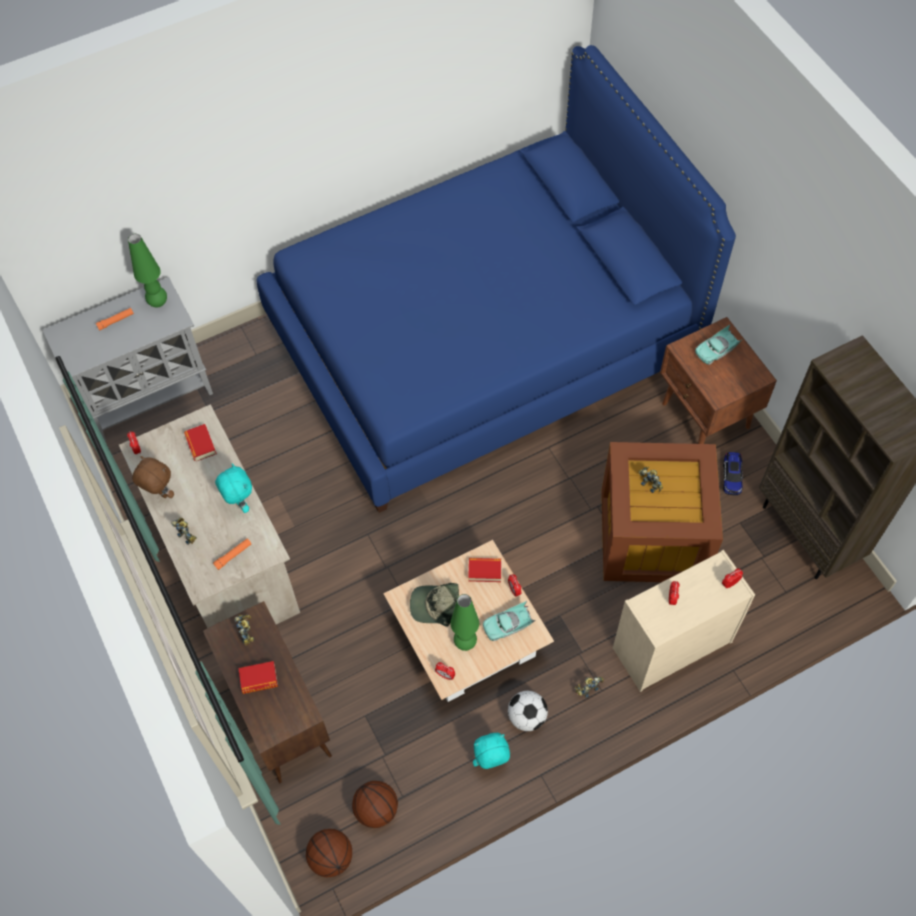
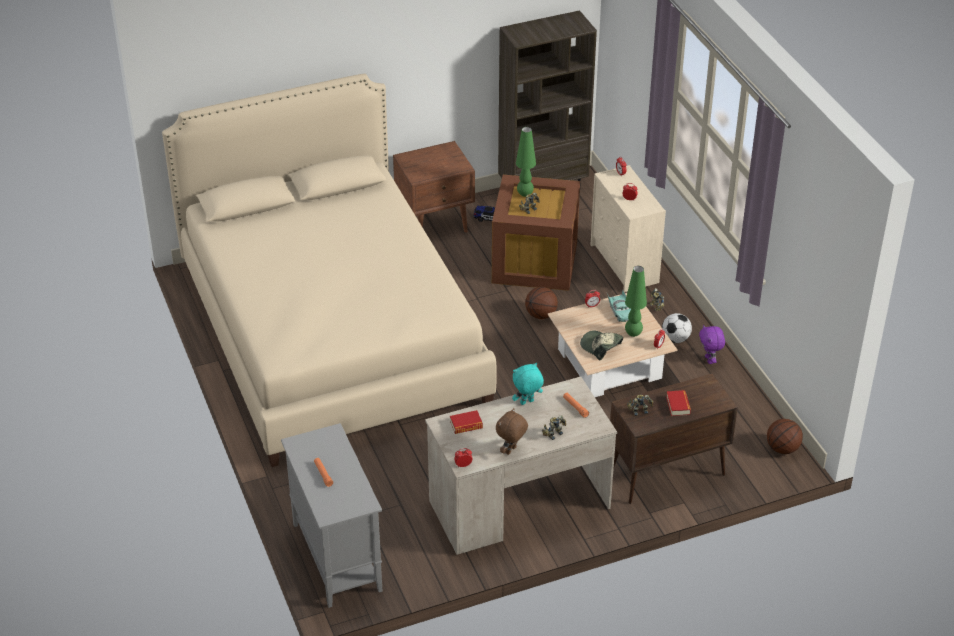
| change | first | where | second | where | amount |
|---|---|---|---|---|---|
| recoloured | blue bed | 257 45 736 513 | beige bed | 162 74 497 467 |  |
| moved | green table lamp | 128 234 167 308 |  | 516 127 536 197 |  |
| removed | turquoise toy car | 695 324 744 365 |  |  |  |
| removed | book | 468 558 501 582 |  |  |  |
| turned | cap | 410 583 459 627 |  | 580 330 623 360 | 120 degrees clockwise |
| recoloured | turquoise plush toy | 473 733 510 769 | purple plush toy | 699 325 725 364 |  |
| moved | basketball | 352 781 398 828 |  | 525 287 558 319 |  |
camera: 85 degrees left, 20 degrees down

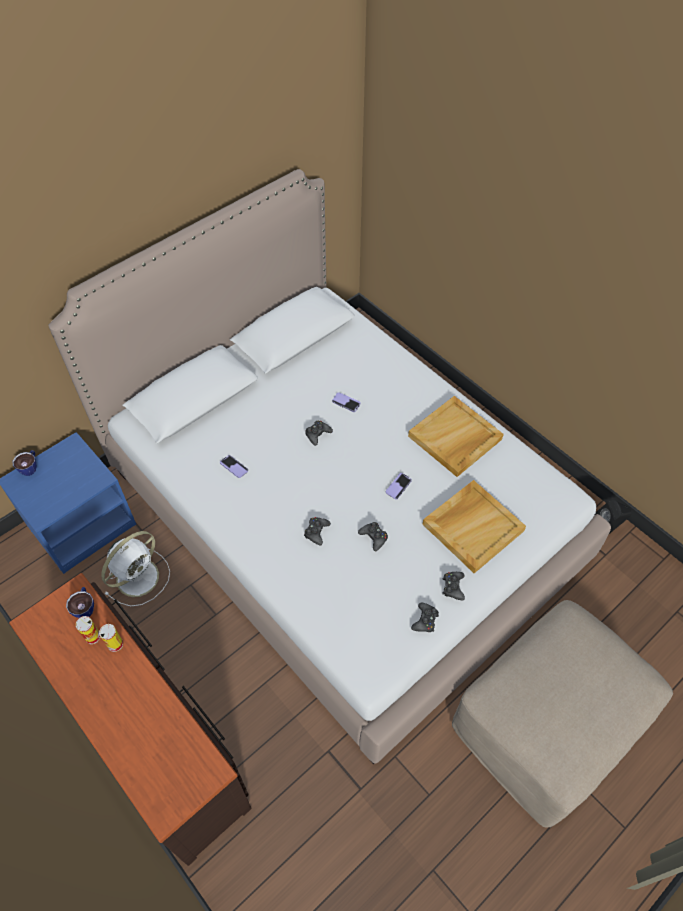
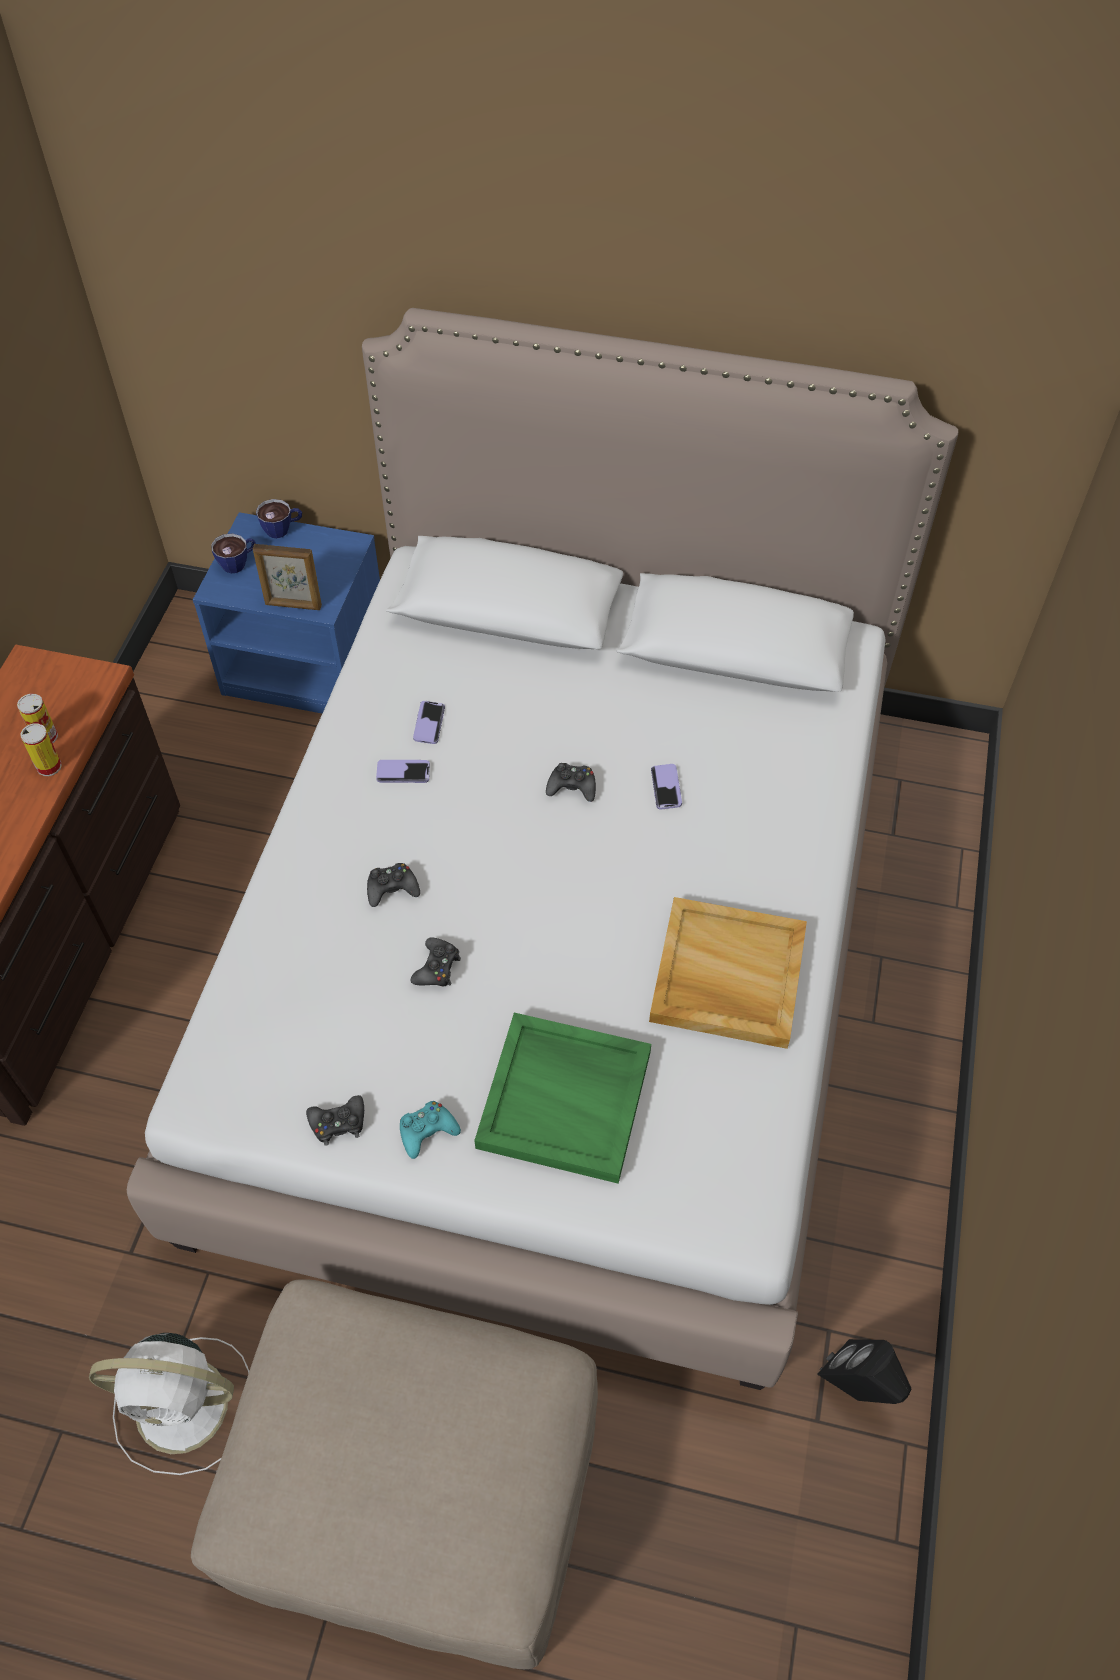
| change | first | where | second | where | amount |
|---|---|---|---|---|---|
| moved | phone | 386 473 412 499 |  | 376 760 430 783 |  |
| recoloured | beige tray | 422 480 526 573 | green tray | 474 1013 651 1184 |  |
| moved | white fan | 101 531 170 606 |  | 89 1333 249 1475 |  |
| recoloured | black game controller | 442 572 465 600 | turquoise game controller | 400 1101 461 1159 |  |
| moved | cup | 66 587 94 618 |  | 211 533 256 573 |  |
| added |  |  | picture frame | 253 544 322 610 |  |
camera: 55 degrees right, 0 degrees up

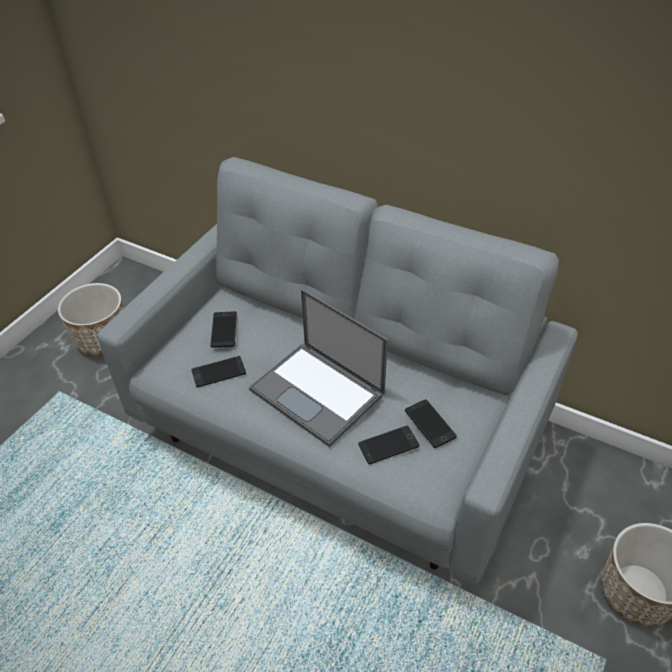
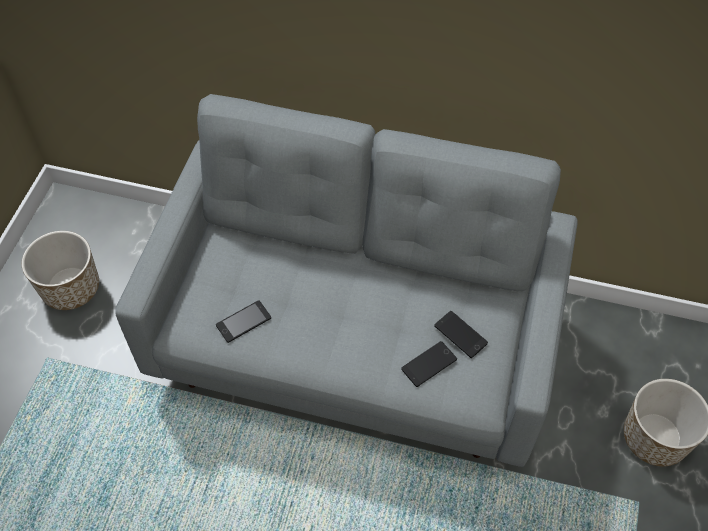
| change | first | where | second | where | amount |
|---|---|---|---|---|---|
| removed | laptop | 249 289 388 447 |  |  |  |
| removed | phone | 211 311 237 348 |  |  |  |
camera: 15 degrees left, 10 degrees up

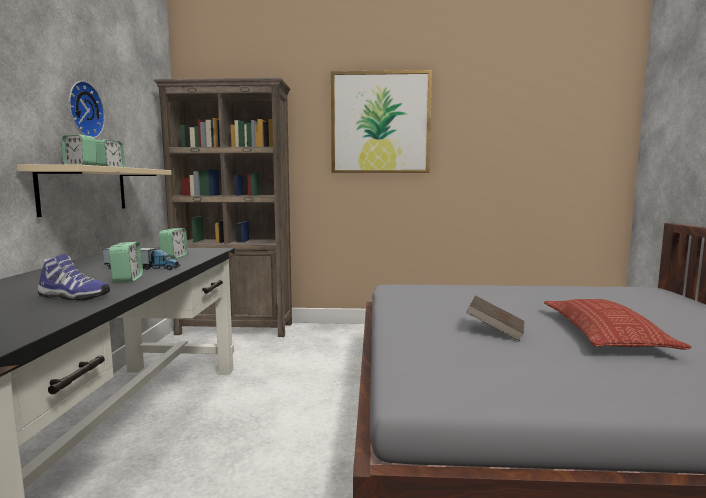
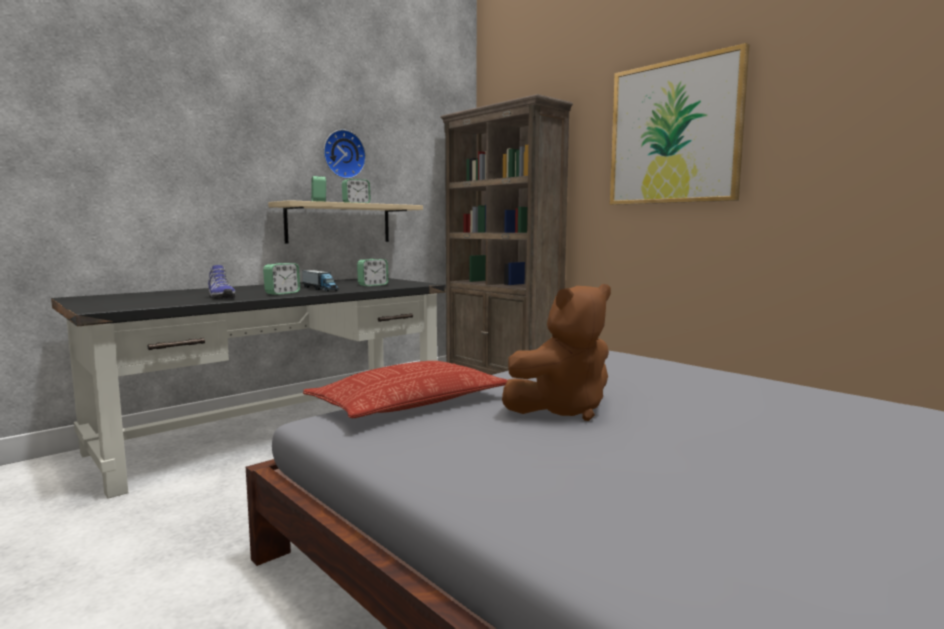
| change | first | where | second | where | amount |
|---|---|---|---|---|---|
| replaced | brown book | 466 296 525 341 | brown plush toy | 502 284 611 421 |  |
| moved | pillow | 544 299 691 350 |  | 303 361 508 418 |  |
camera: 45 degrees right, 0 degrees up

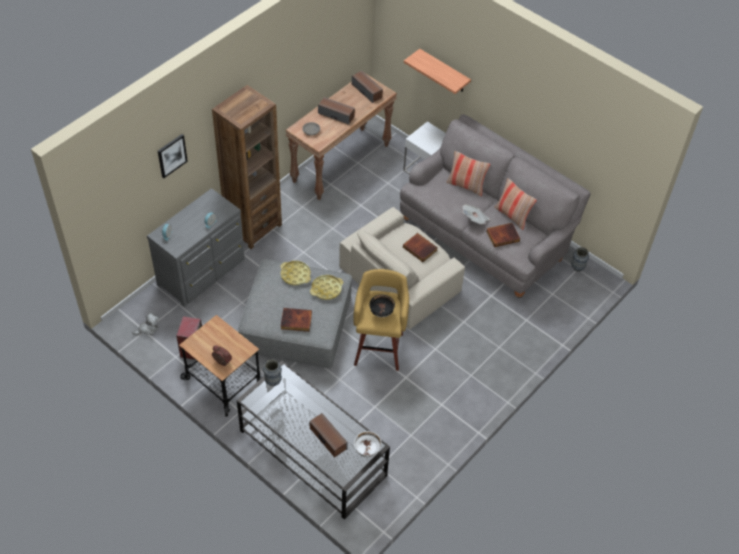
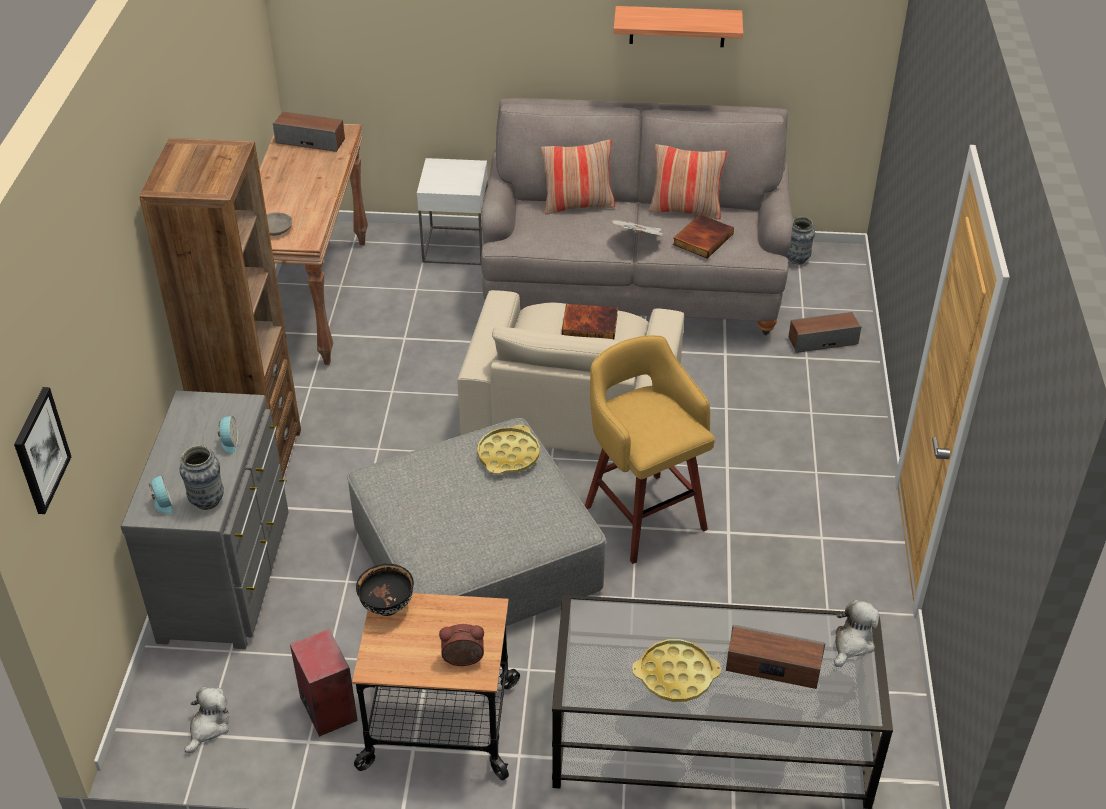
| change | first | where | second | where | amount |
|---|---|---|---|---|---|
| moved | shelf | 404 49 471 94 |  | 613 6 743 47 |  |
| moved | speaker | 318 97 355 125 |  | 789 312 861 353 |  |
| moved | picture | 158 134 188 178 |  | 14 387 71 514 |  |
| moved | yellow tray | 280 261 311 285 |  | 632 639 721 702 |  |
| moved | black bowl | 370 294 395 317 |  | 356 564 414 616 |  |
| removed | book | 280 308 312 332 |  |  |  |
| moved | vase | 263 359 282 386 |  | 179 445 224 510 |  |
| replaced | white bowl | 354 431 381 457 | plush toy | 834 600 880 667 |  |
camera: 35 degrees left, 10 degrees down

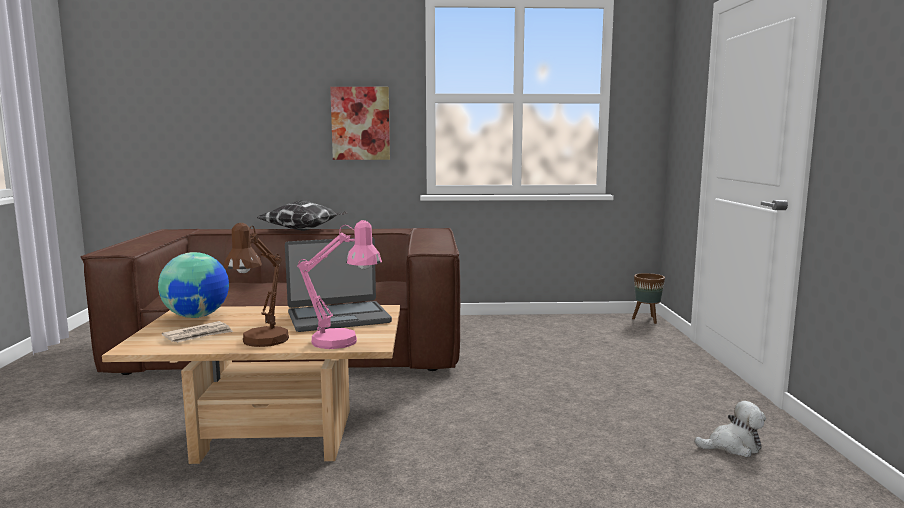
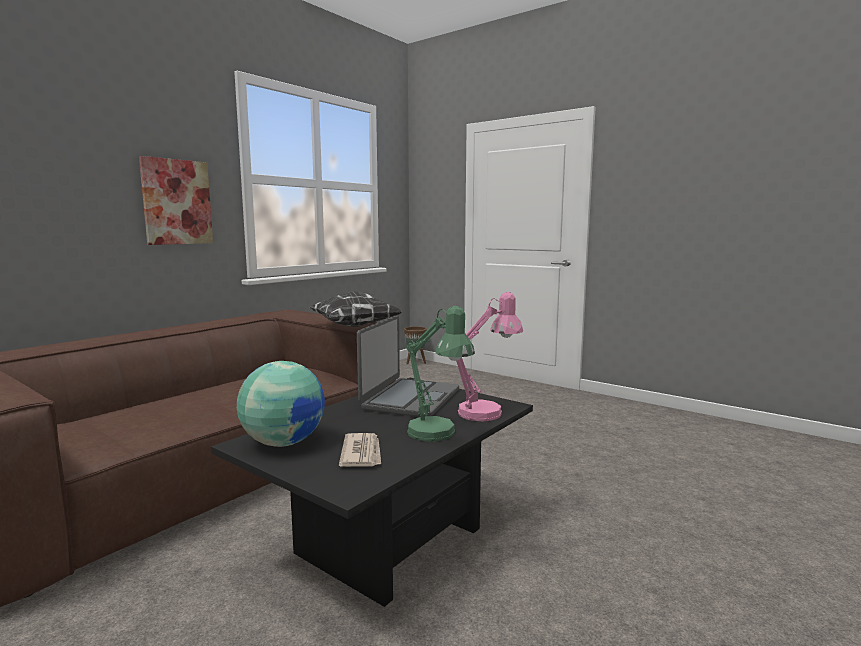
| change | first | where | second | where | amount |
|---|---|---|---|---|---|
| moved | pillow | 256 200 349 231 |  | 310 291 401 327 |  |
| recoloured | brown table lamp | 224 223 289 347 | green table lamp | 406 306 475 442 |  |
| recoloured | beige coffee table | 102 305 400 464 | black coffee table | 211 378 533 607 |  |
| removed | plush toy | 694 401 766 457 |  |  |  |
camera: 50 degrees left, 0 degrees up

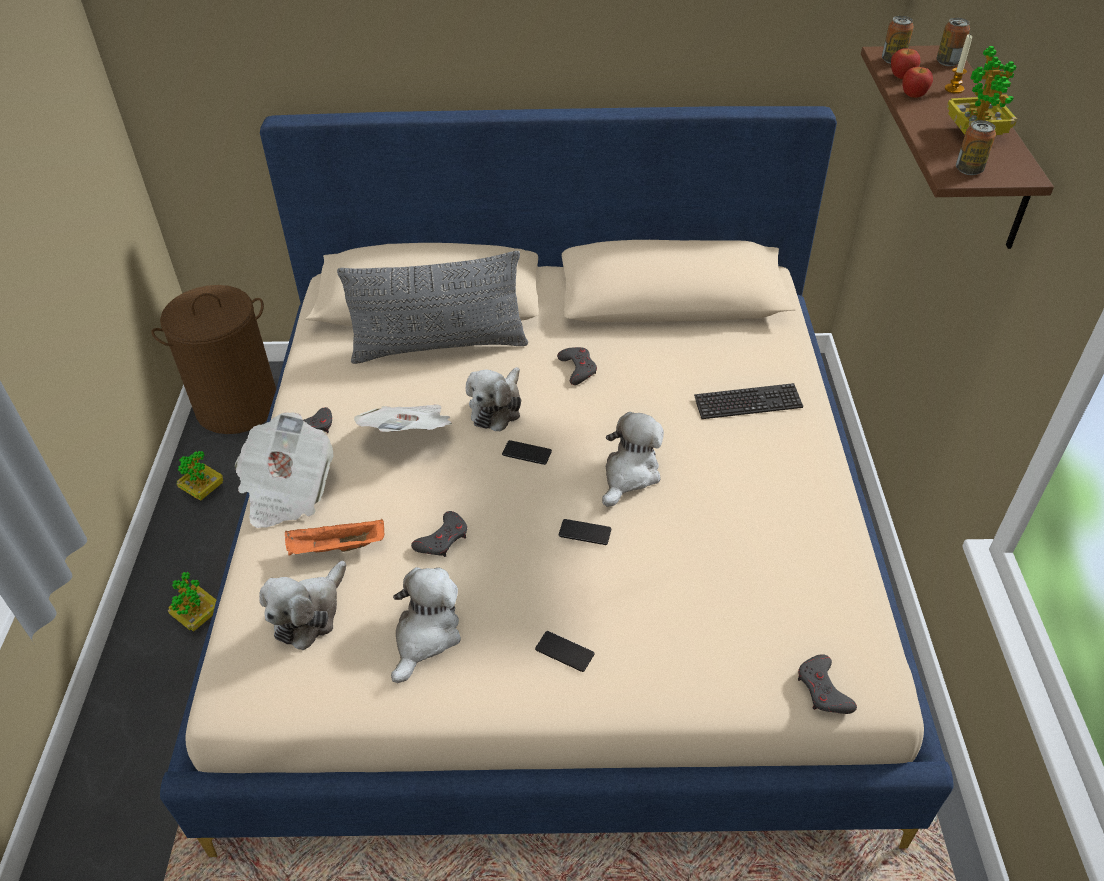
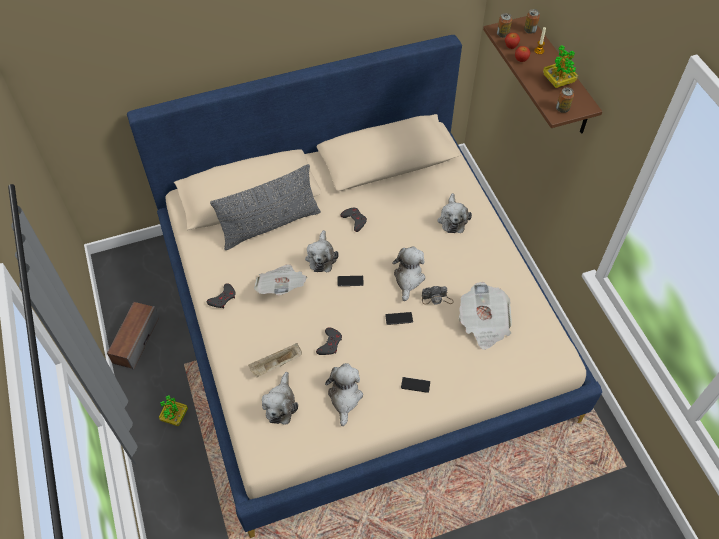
| change | first | where | second | where | amount |
|---|---|---|---|---|---|
| removed | brown laundry basket | 151 285 276 434 |  |  |  |
| replaced | keyboard | 694 383 803 419 | plush toy | 437 193 472 233 |  |
| moved | newspaper | 235 412 334 528 |  | 459 282 512 350 |  |
| replaced | potted plant | 177 451 223 501 | speaker | 107 302 159 370 |  |
| recoloured | orange tray | 285 519 384 555 | beige tray | 248 343 302 377 |  |
| removed | grey game controller | 798 654 857 714 |  |  |  |
| added |  |  | photo camera | 422 286 454 304 |  |
camera: 20 degrees left, 10 degrees up

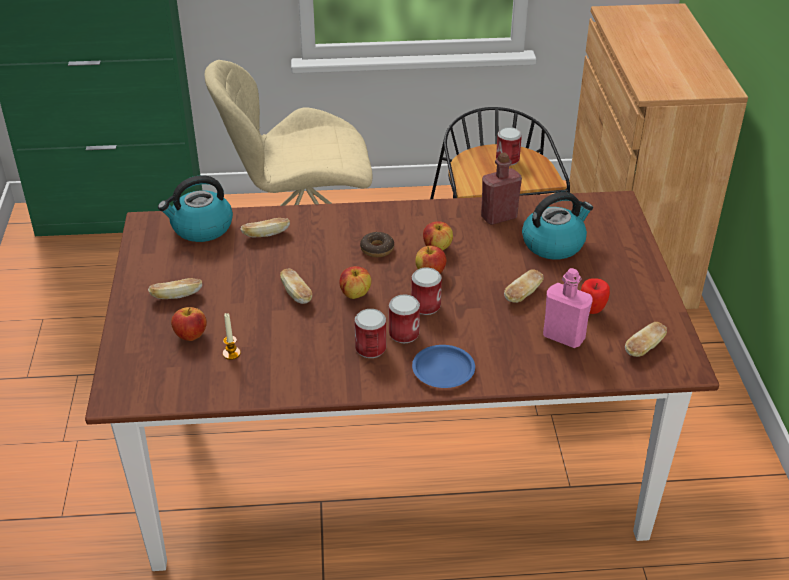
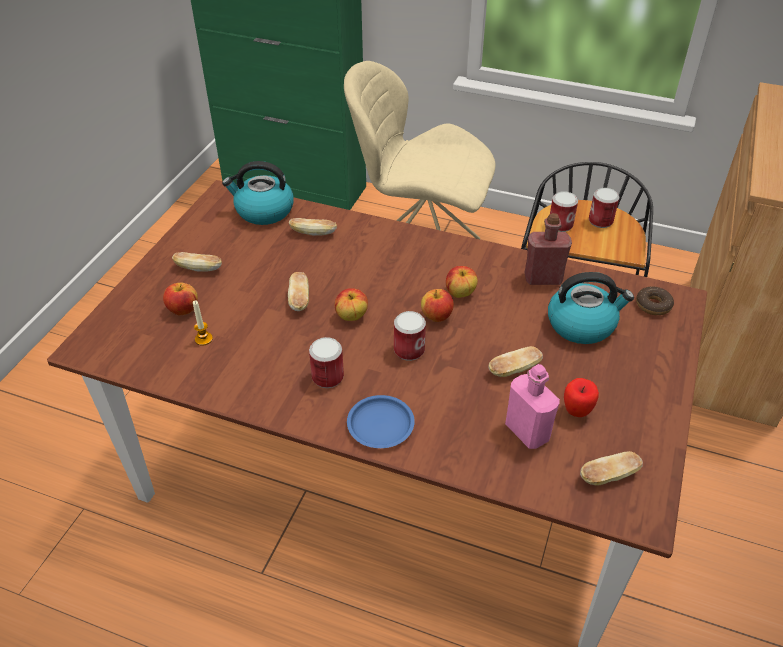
| change | first | where | second | where | amount |
|---|---|---|---|---|---|
| moved | donut | 360 232 394 257 |  | 636 286 674 315 |  |
| moved | can | 389 294 420 343 |  | 550 191 578 232 |  |
camera: 25 degrees right, 5 degrees up

